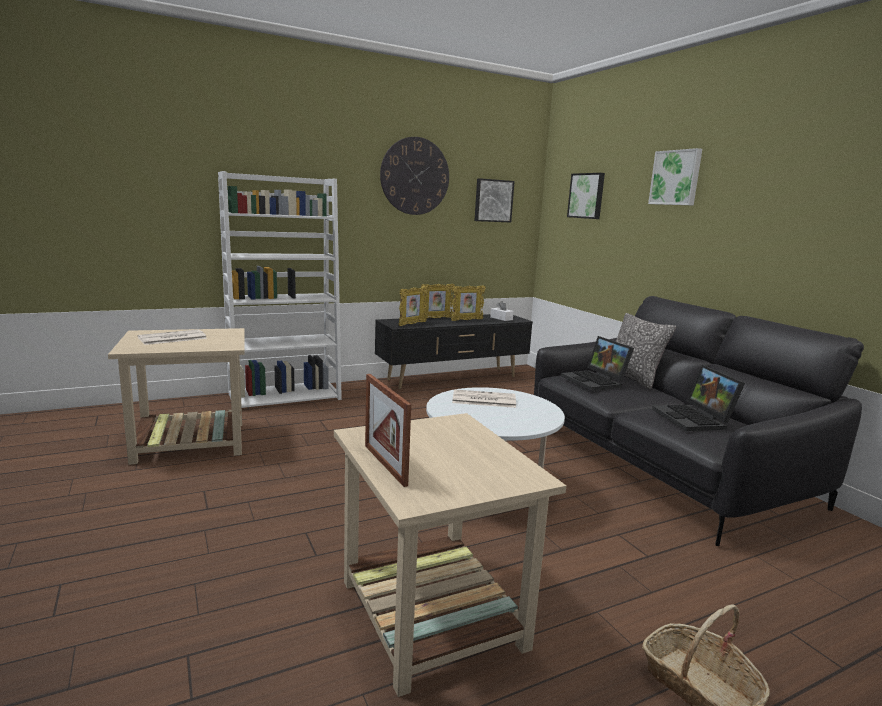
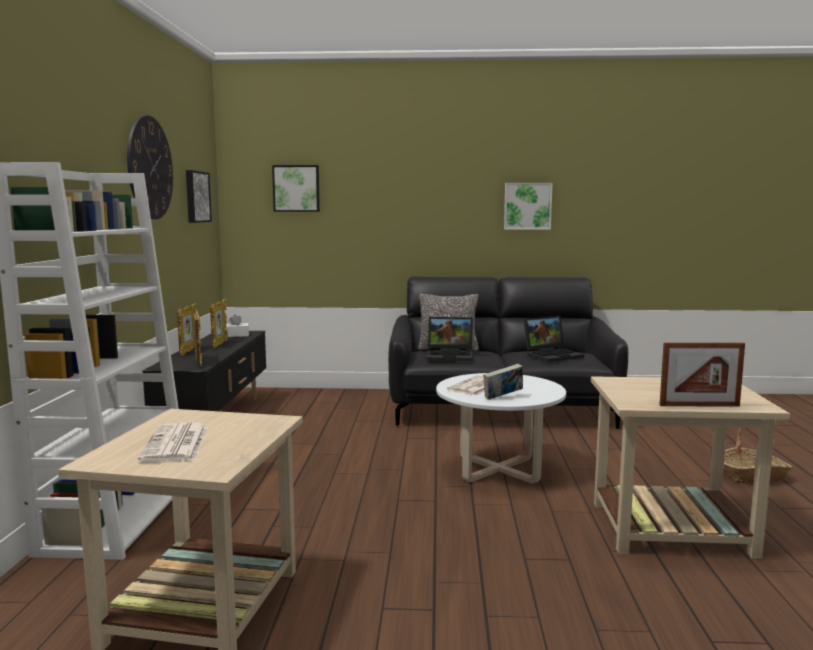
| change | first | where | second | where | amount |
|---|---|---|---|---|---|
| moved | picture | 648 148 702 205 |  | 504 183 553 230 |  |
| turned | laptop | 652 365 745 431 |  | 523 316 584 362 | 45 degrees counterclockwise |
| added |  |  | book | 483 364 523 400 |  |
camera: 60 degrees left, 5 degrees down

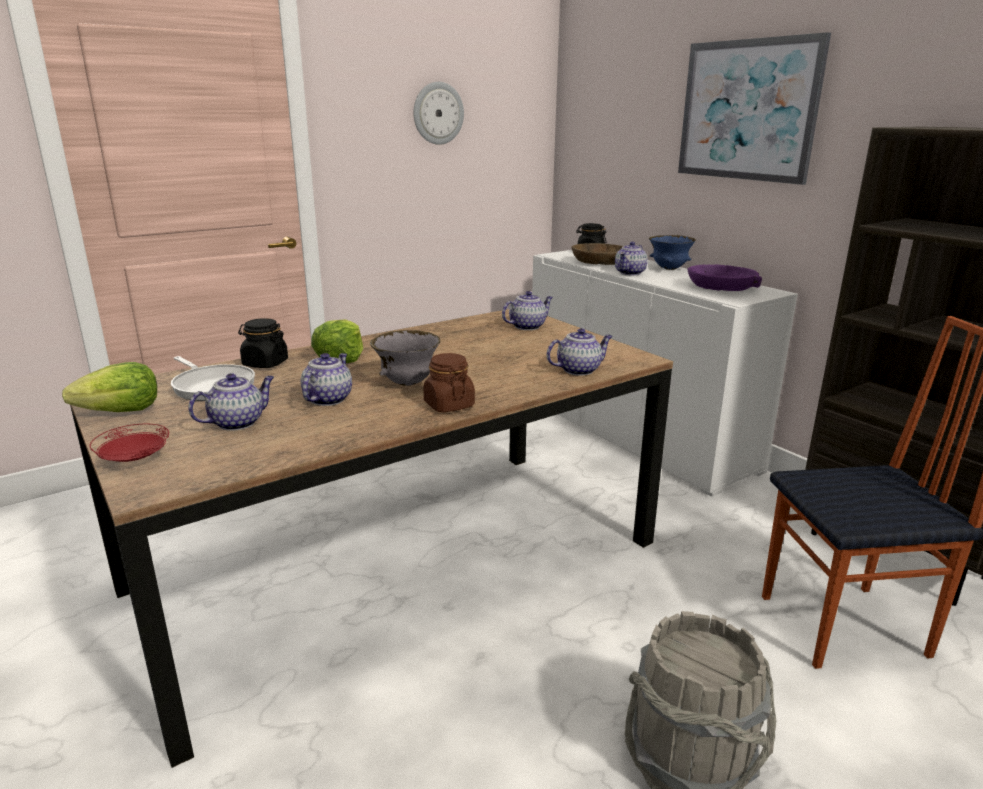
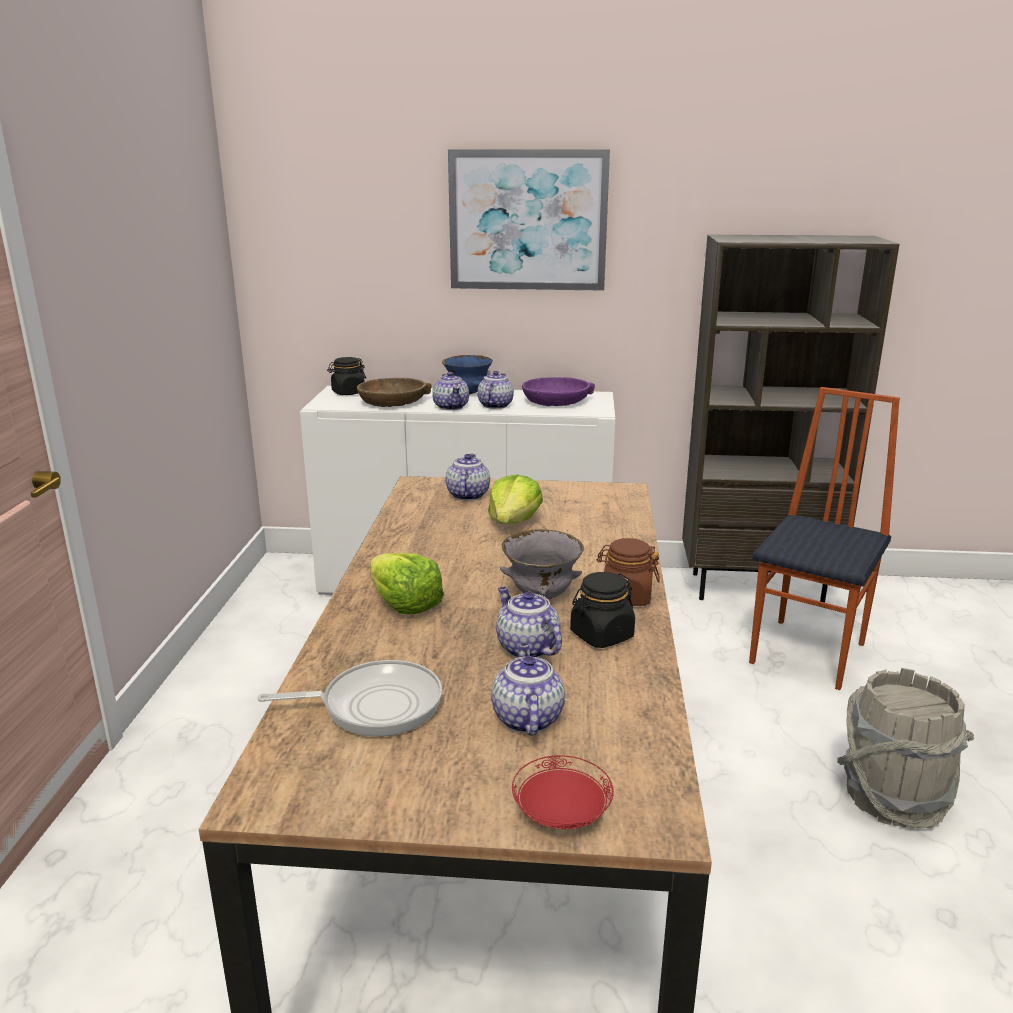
| change | first | where | second | where | amount |
|---|---|---|---|---|---|
| removed | wall clock | 414 82 464 145 |  |  |  |
| moved | black jar | 238 318 288 368 |  | 570 572 635 648 |  |
| moved | teapot | 546 328 613 376 |  | 477 371 514 409 |  |
| moved | lettuce | 62 362 157 412 |  | 488 474 543 524 |  |
camera: 50 degrees left, 0 degrees up

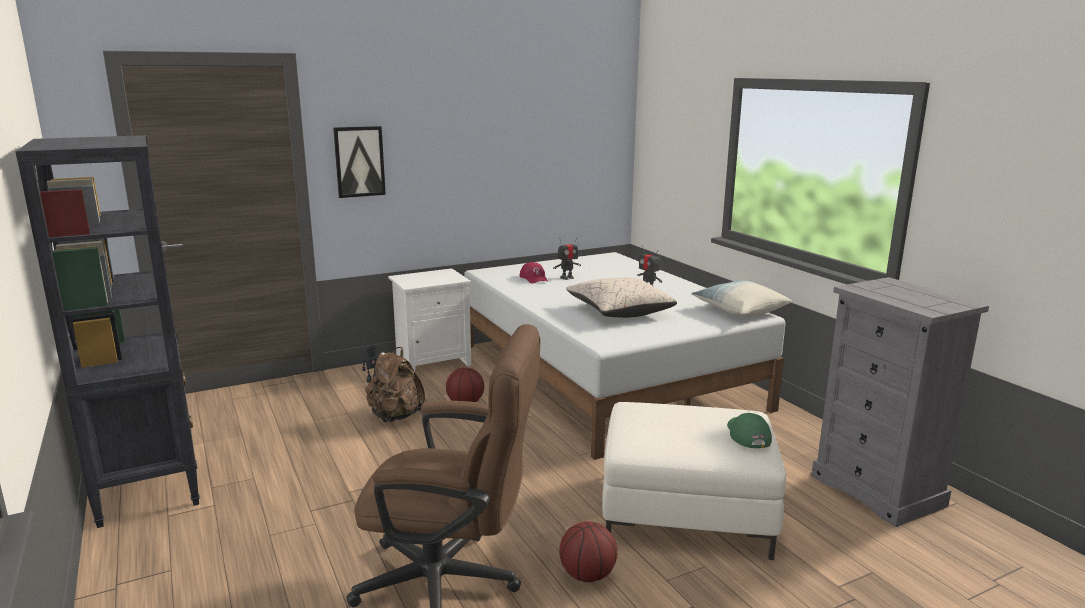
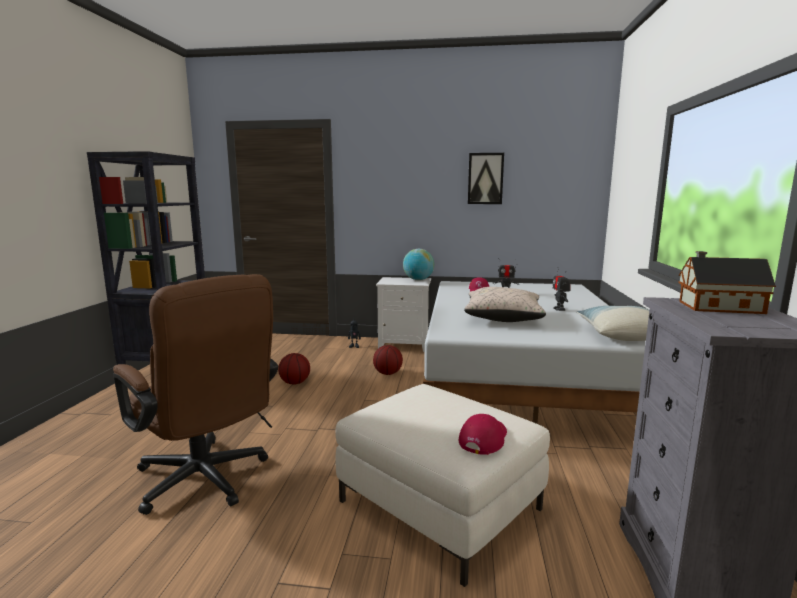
| change | first | where | second | where | amount |
|---|---|---|---|---|---|
| moved | picture | 333 126 386 198 |  | 468 153 504 204 |  |
| removed | brown backpack | 365 347 425 422 |  |  |  |
| recoloured | green cap | 727 413 772 448 | red cap | 458 414 507 455 |  |
| moved | basketball | 559 521 617 582 |  | 278 353 310 385 |  |
| added |  |  | globe | 403 249 434 280 |  |
| added |  |  | toy house | 678 251 776 314 |  |
camera: 35 degrees right, 5 degrees down

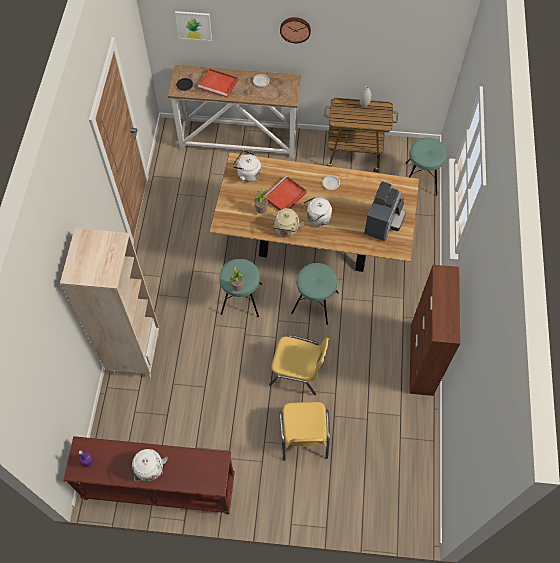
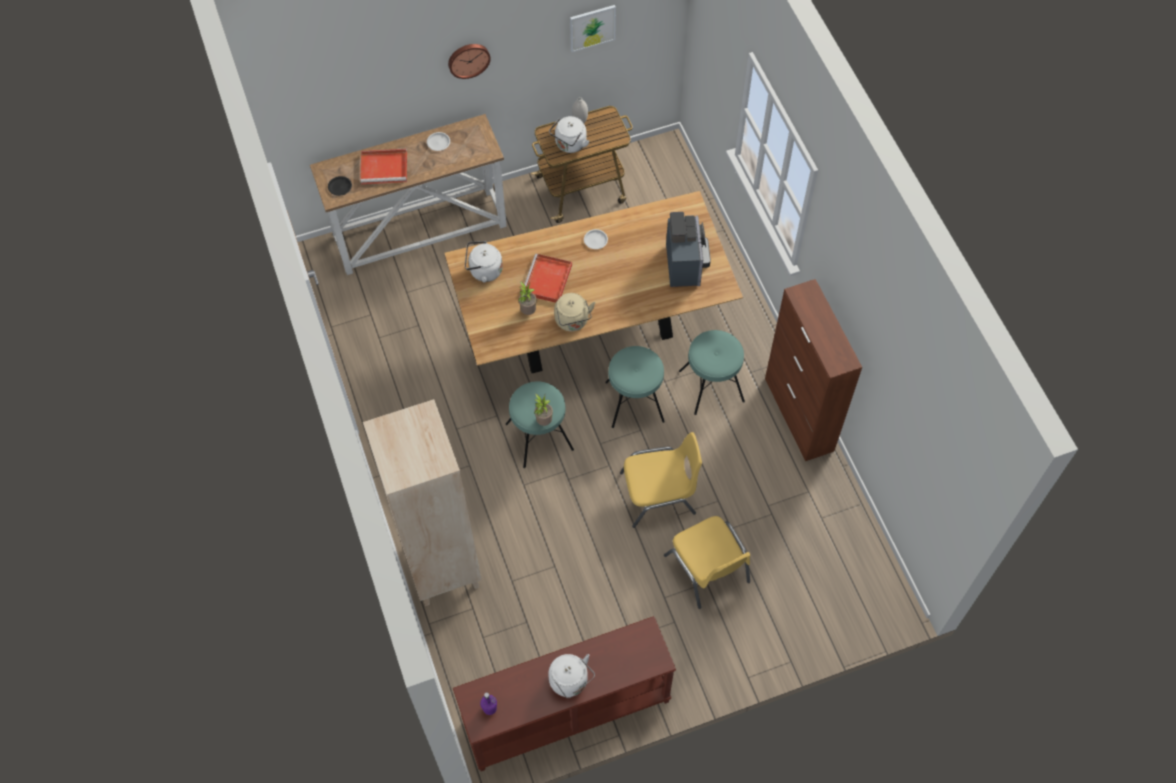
| change | first | where | second | where | amount |
|---|---|---|---|---|---|
| moved | picture | 175 11 212 41 |  | 570 5 616 52 |  |
| moved | turquoise stool | 405 138 447 196 |  | 679 330 745 415 |  |
| moved | white kettle | 303 197 332 226 |  | 549 116 590 153 |  |
camera: 25 degrees left, 0 degrees up

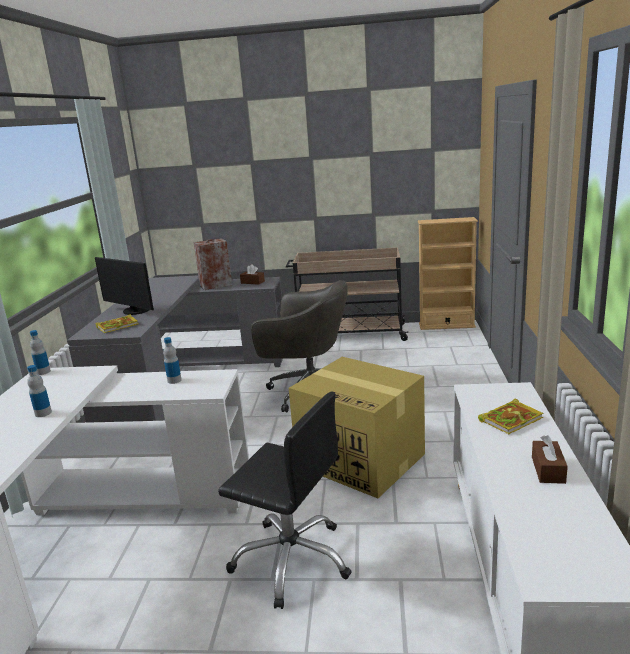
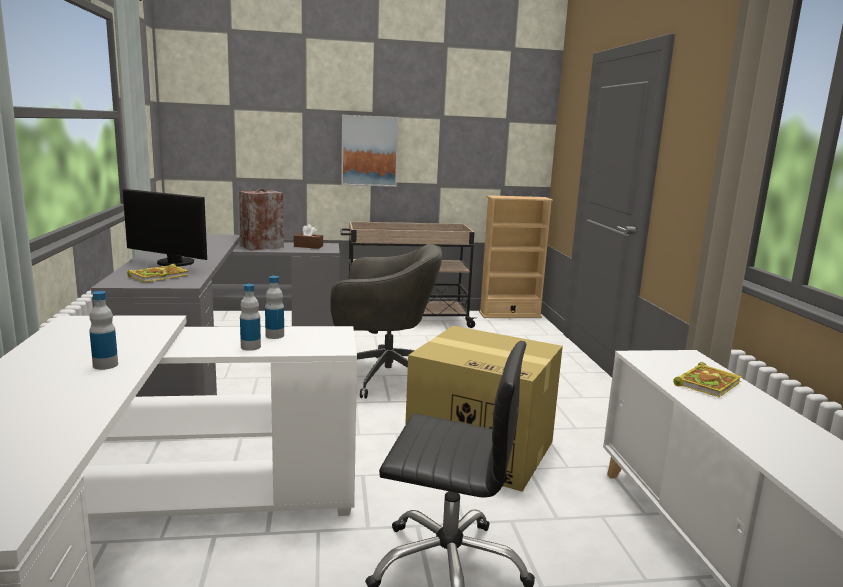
| change | first | where | second | where | amount |
|---|---|---|---|---|---|
| moved | bottle | 30 330 51 375 |  | 240 284 261 351 |  |
| removed | brown tissue box | 532 435 568 484 |  |  |  |
| added |  |  | picture | 341 115 399 187 |  |
camera: 15 degrees left, 5 degrees down

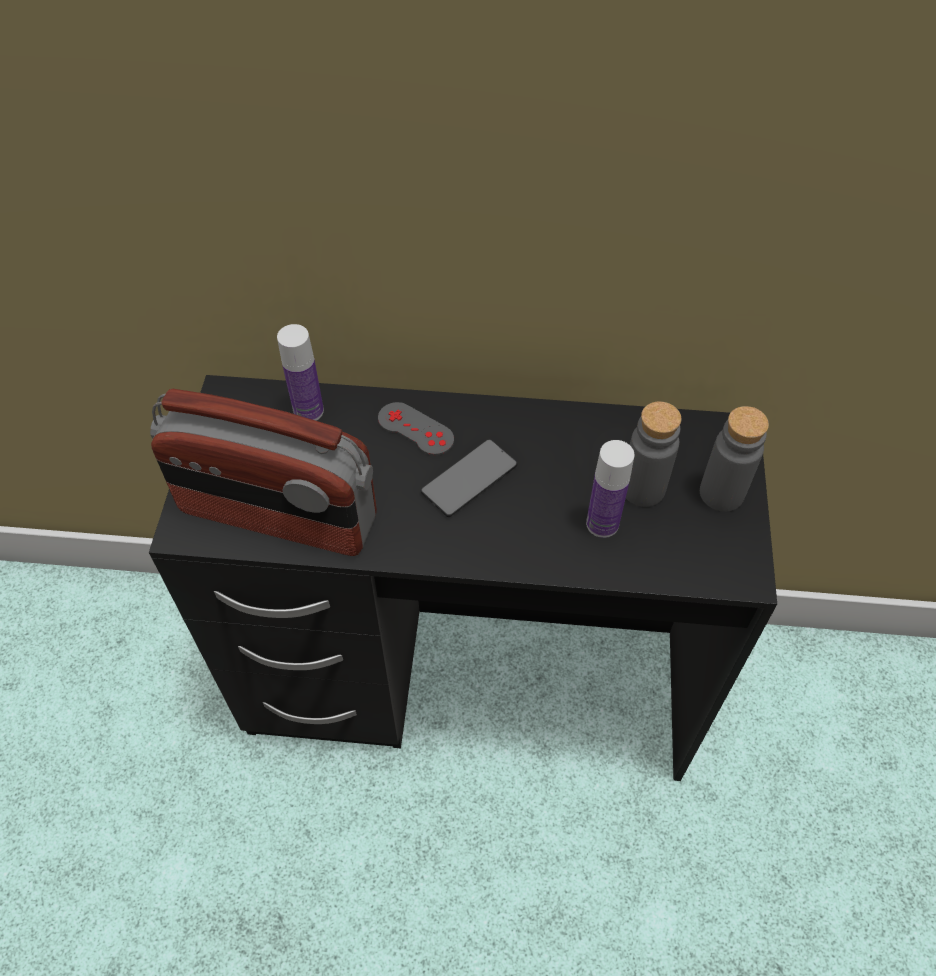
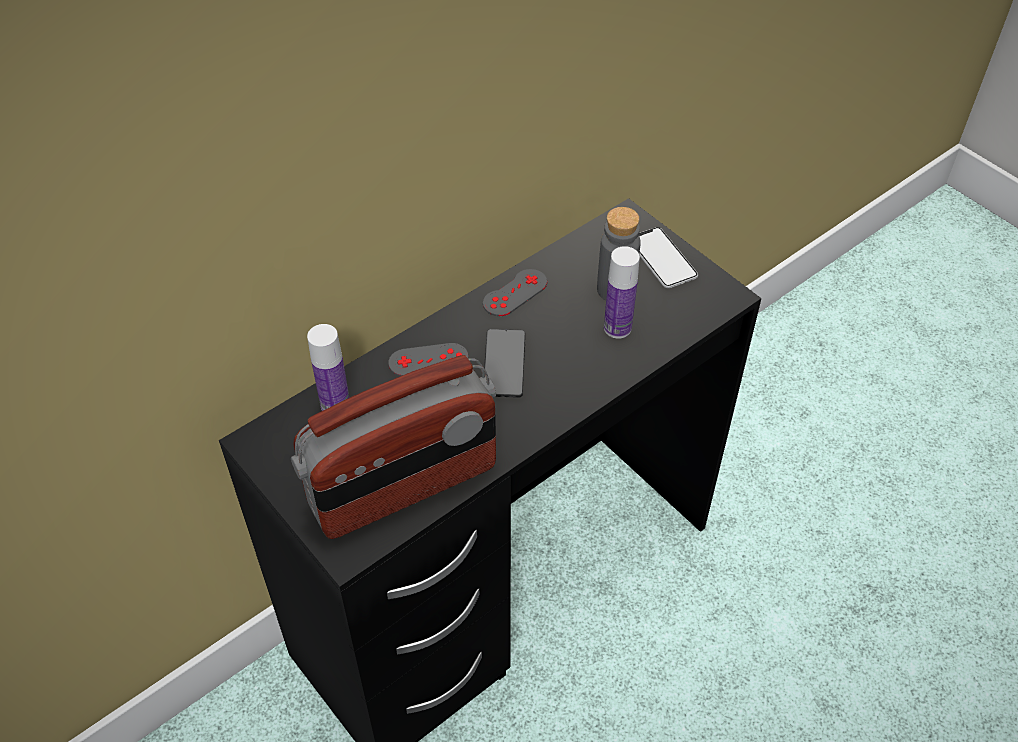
| change | first | where | second | where | amount |
|---|---|---|---|---|---|
| replaced | grey bottle | 700 406 769 512 | phone | 639 227 698 288 |  |
| added |  |  | grey game controller | 483 269 547 316 |  |
camera: 45 degrees left, 5 degrees down

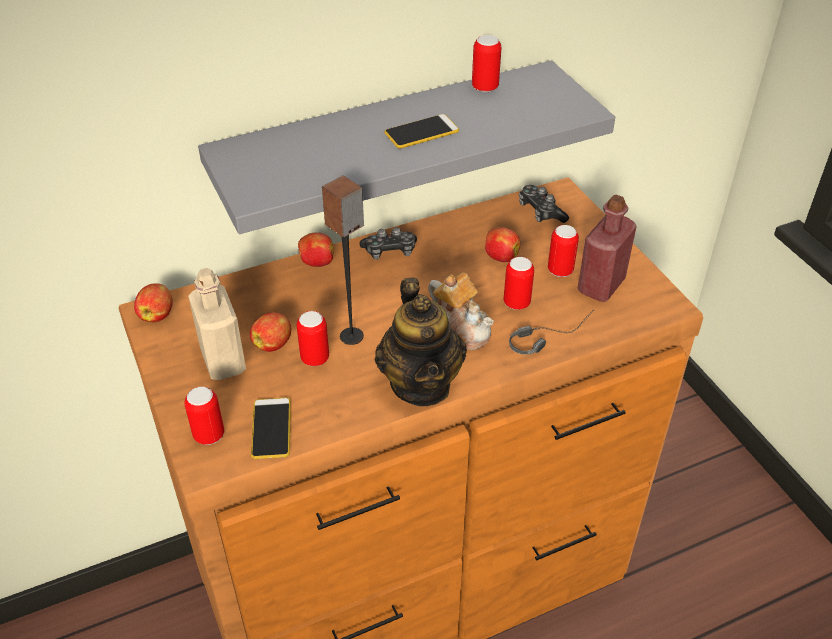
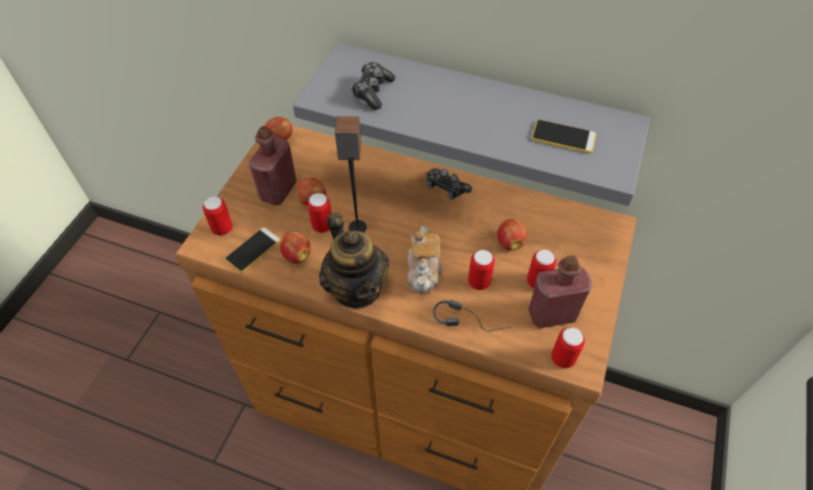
| change | first | where | second | where | amount |
|---|---|---|---|---|---|
| moved | can | 472 35 501 92 |  | 551 327 585 368 |  |
| moved | phone | 384 114 459 149 |  | 531 120 597 153 |  |
| moved | game controller | 519 185 569 223 |  | 351 62 395 110 |  |
| moved | apple | 298 232 334 267 |  | 280 232 311 263 |  |
| recoloured | beige bottle | 188 268 246 380 | red bottle | 248 126 297 205 |  |
| turned | teapot | 375 278 467 406 |  | 319 212 389 308 | 60 degrees counterclockwise |
camera: 45 degrees right, 10 degrees up

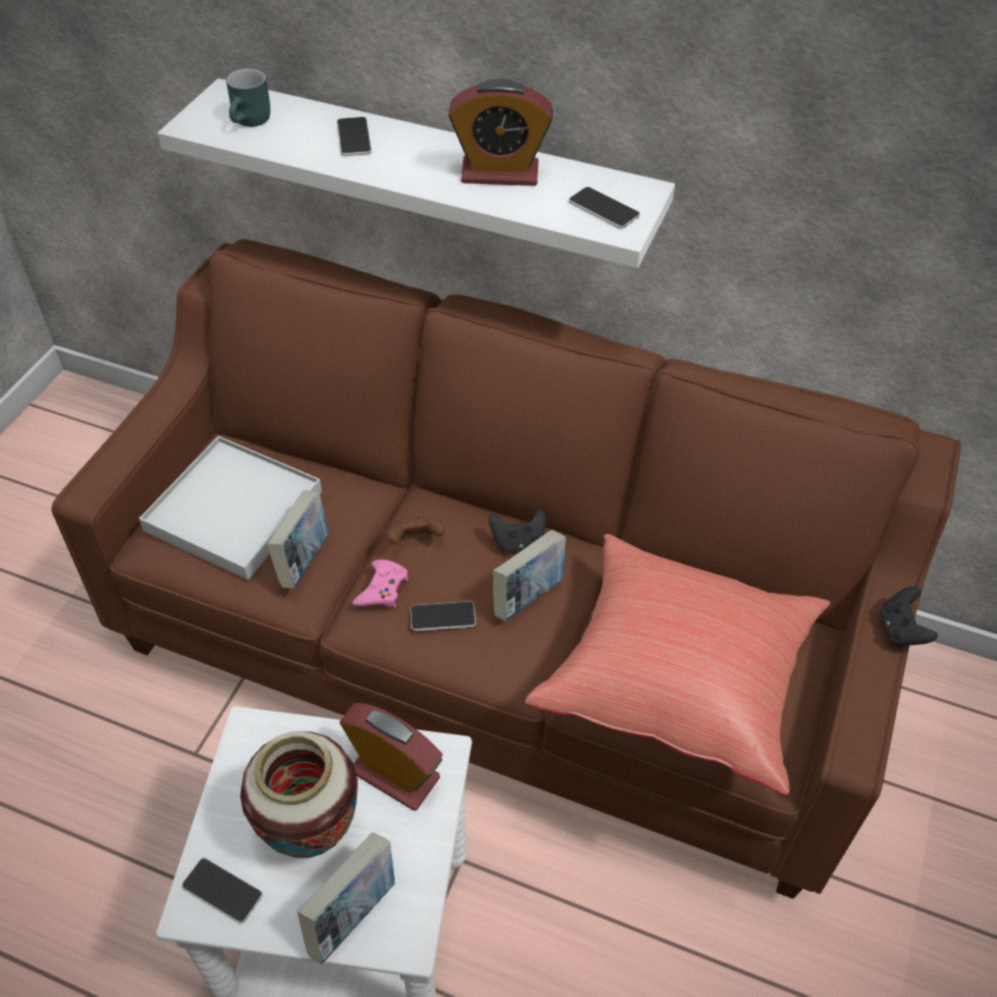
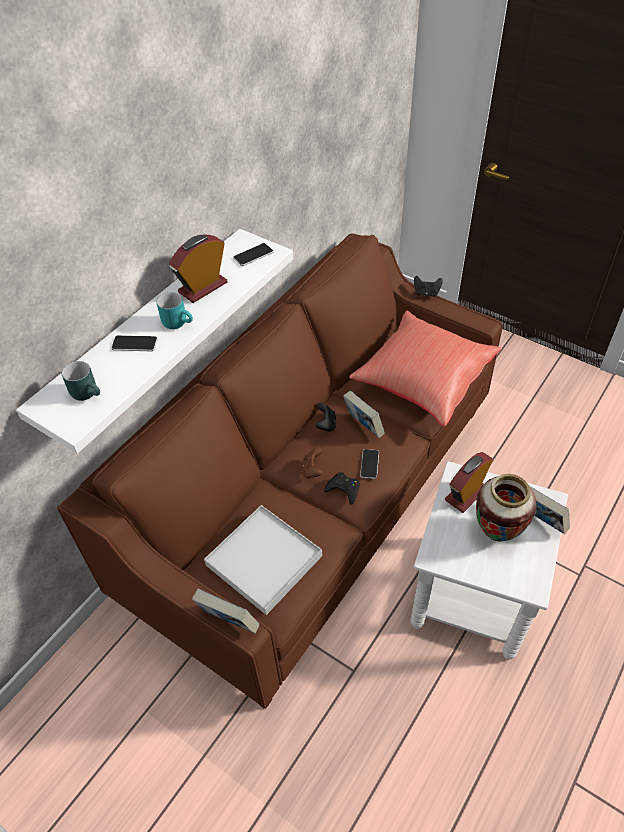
| change | first | where | second | where | amount |
|---|---|---|---|---|---|
| turned | alarm clock | 448 79 553 186 |  | 169 235 228 303 | 150 degrees counterclockwise |
| moved | book | 267 491 329 589 |  | 192 589 260 633 |  |
| recoloured | pink game controller | 352 560 408 608 | black game controller | 324 472 360 505 |  |
| removed | phone | 182 858 263 924 |  |  |  |
| added |  |  | turquoise mug | 157 292 193 329 |  |
camera: 75 degrees left, 0 degrees up

